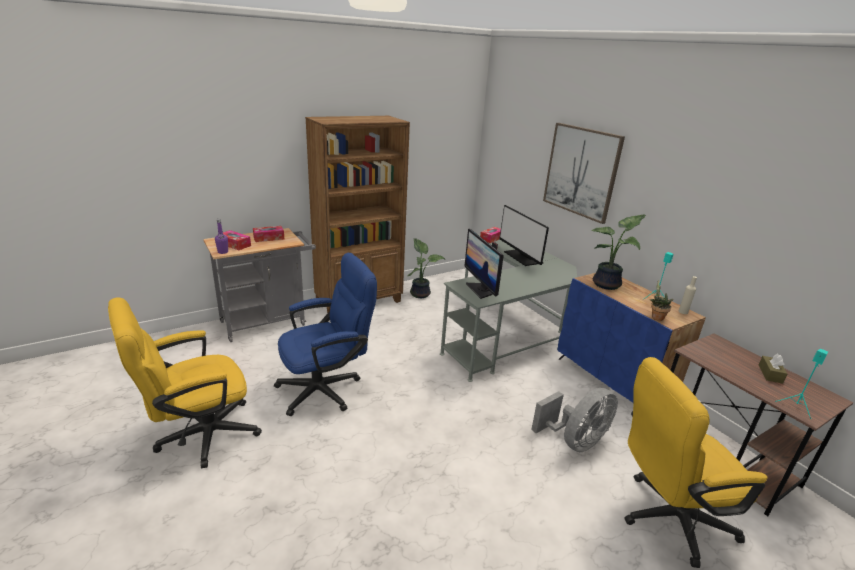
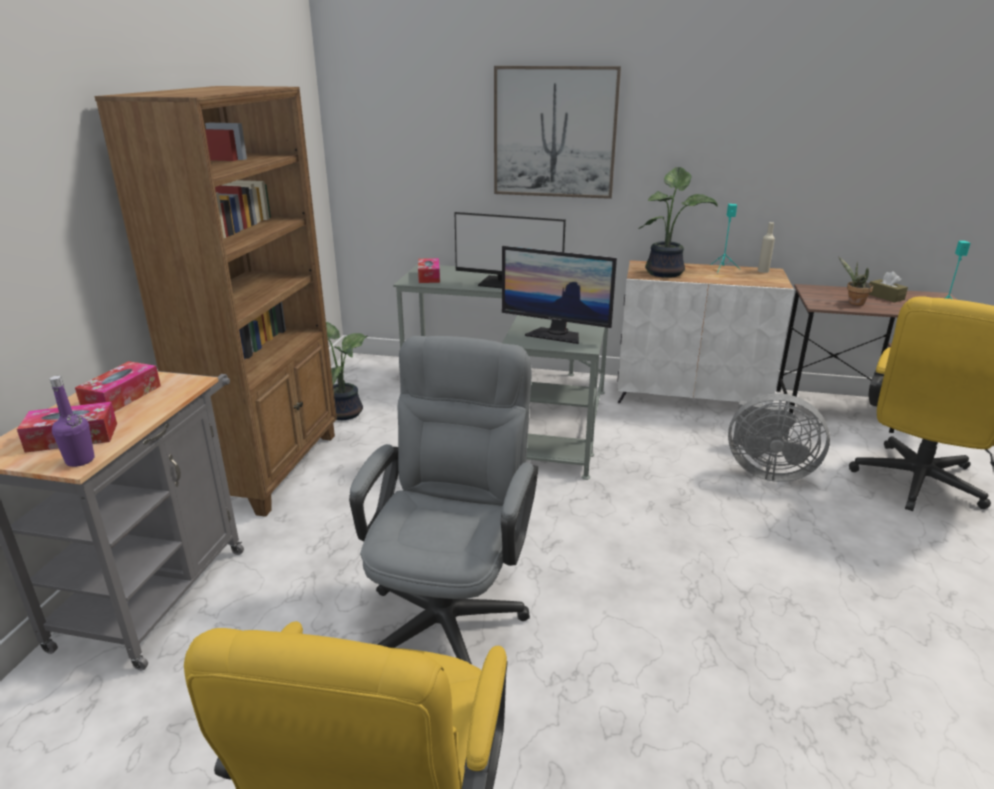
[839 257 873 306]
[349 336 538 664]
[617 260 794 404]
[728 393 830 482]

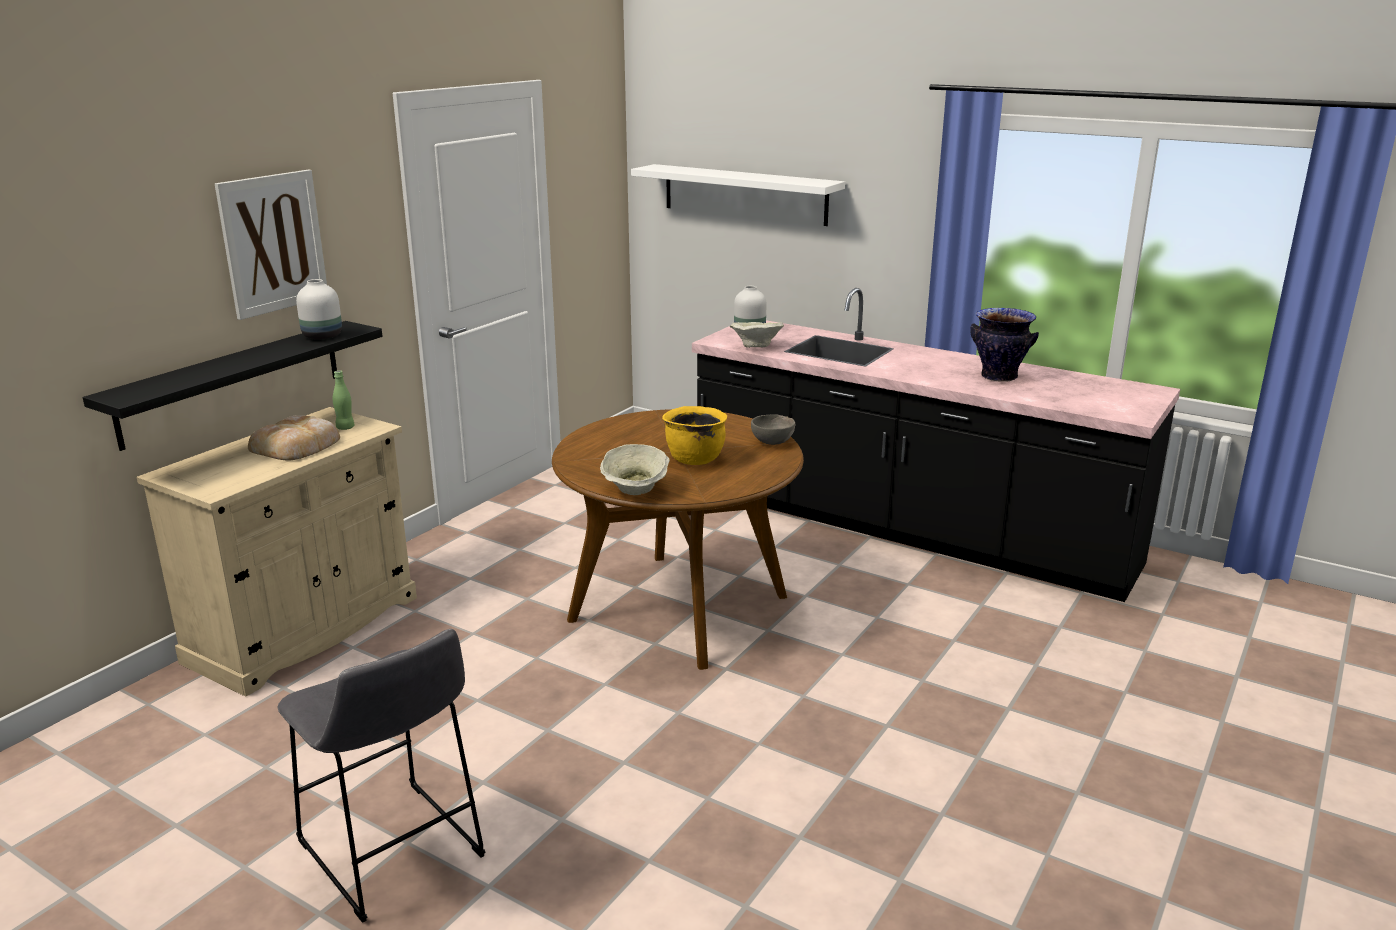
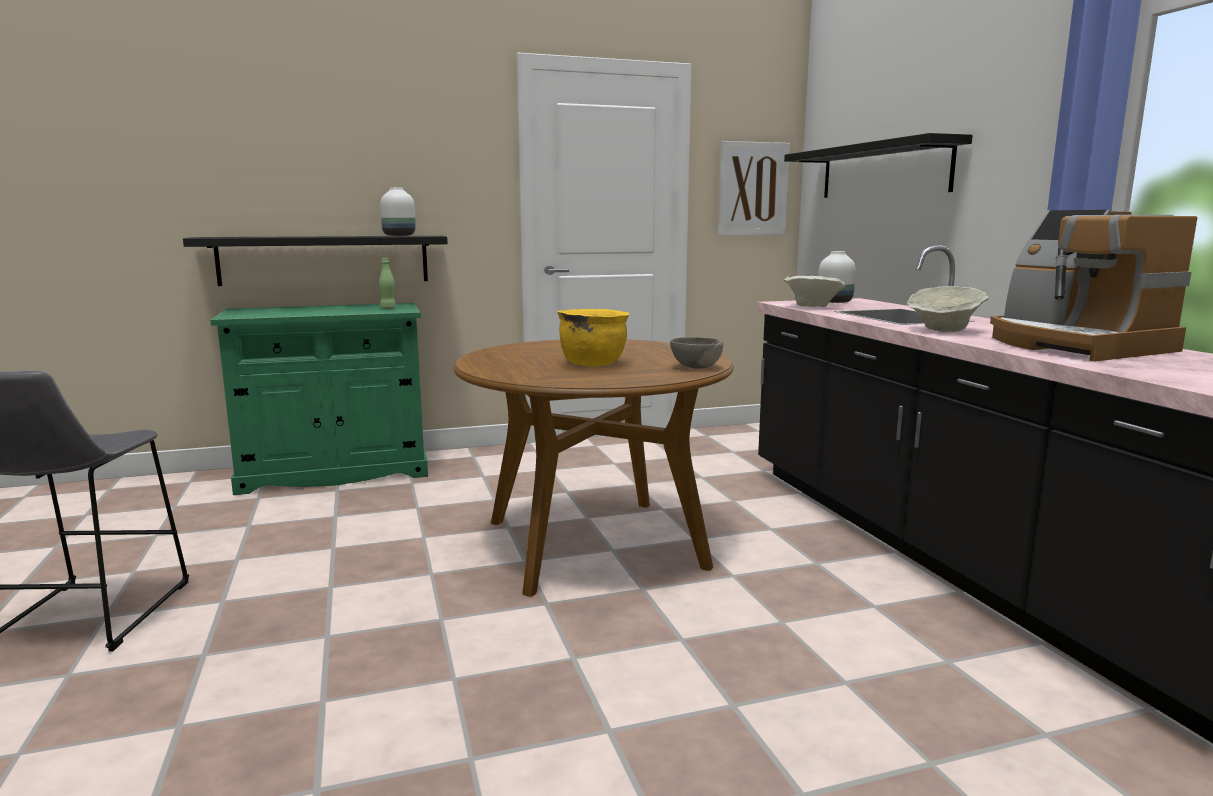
[248 415 340 461] (first image)
[718 141 790 235]
[907 286 989 332]
[990 210 1197 362]
[210 303 428 495]
[784 133 973 198]

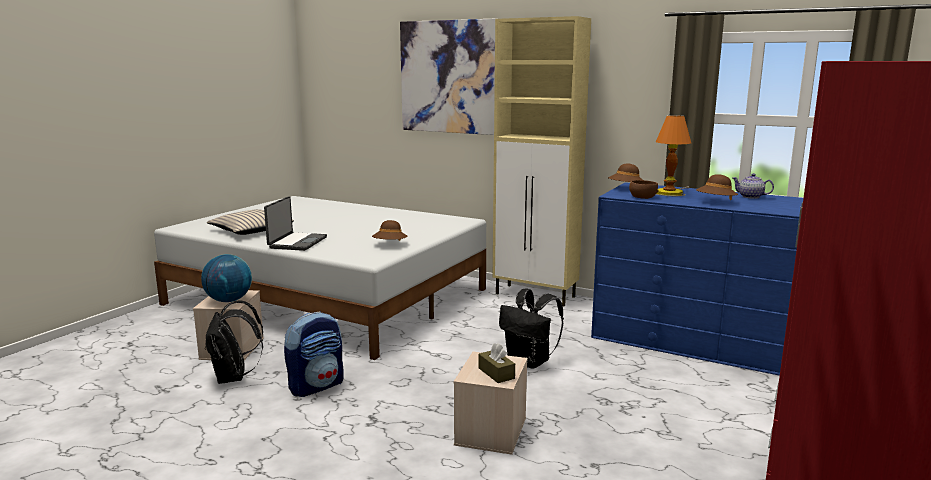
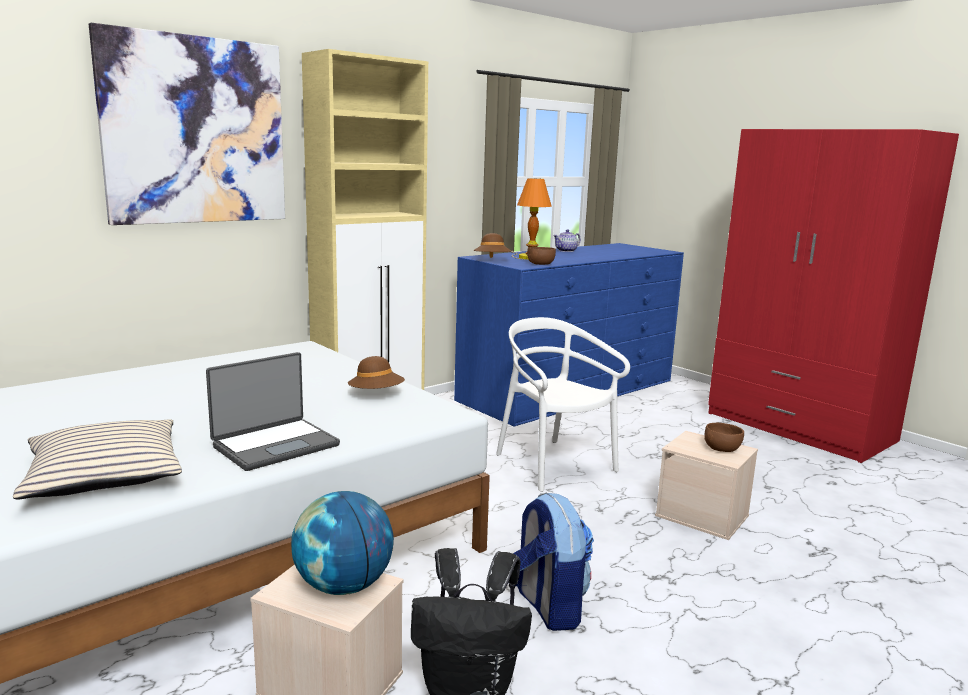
[696 174 738 200] (first image)
[705 423 744 452]
[496 317 630 492]
[206 352 340 471]

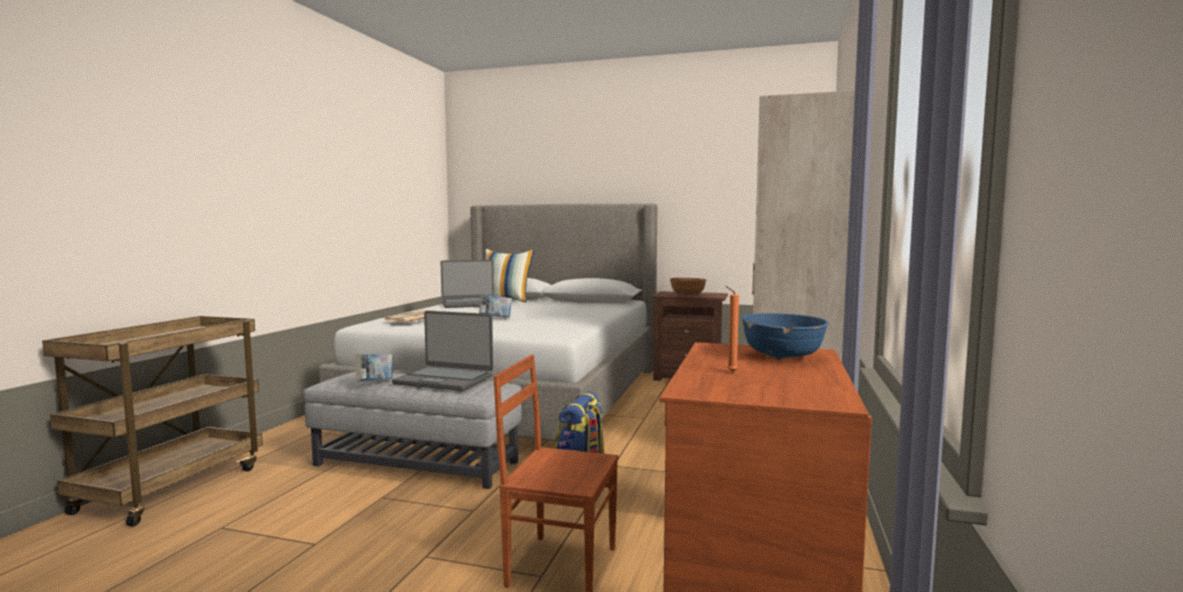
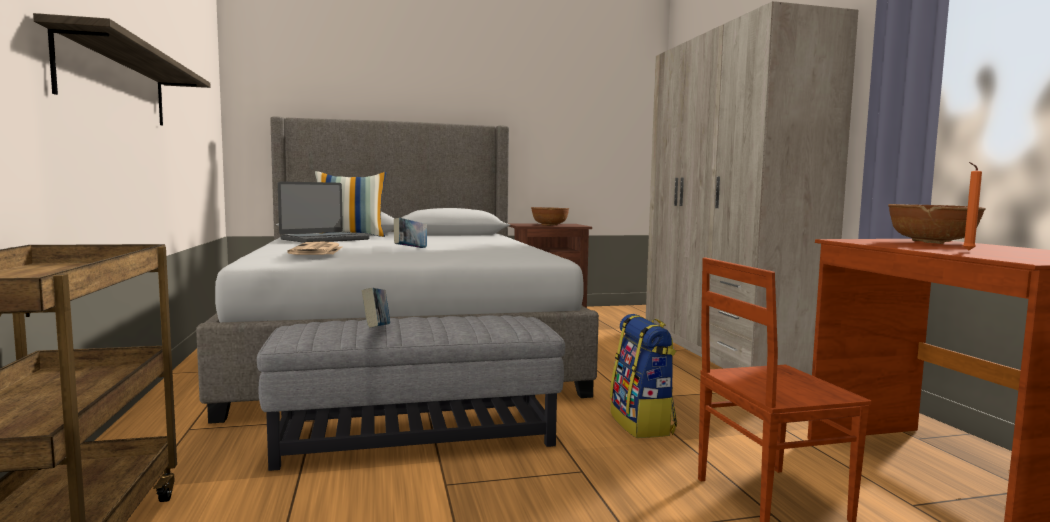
[392 311 493 391] (first image)
[33 13 211 126]
[888 204 986 244]

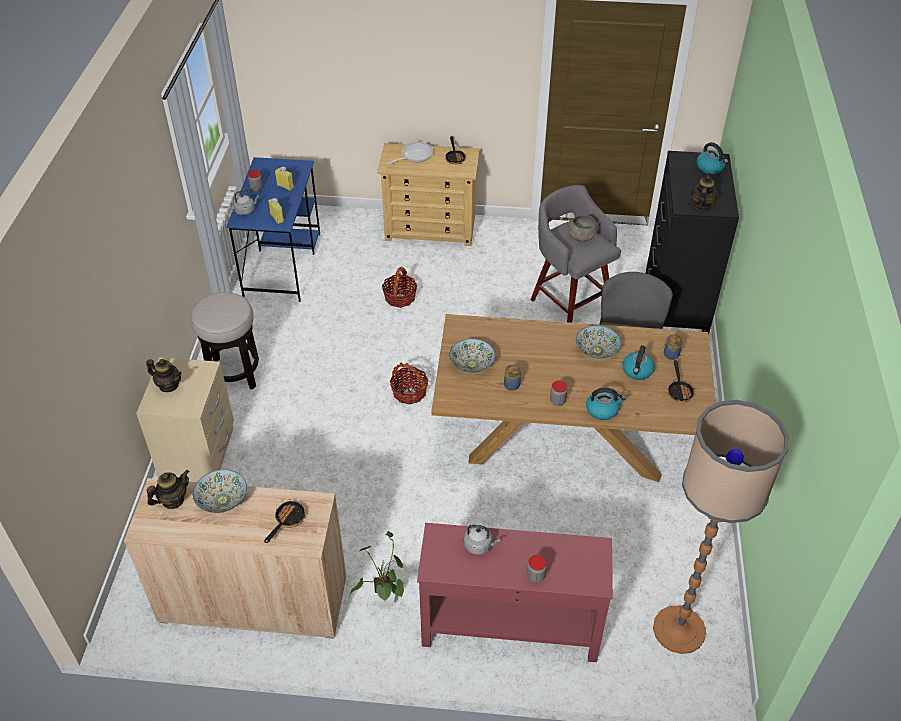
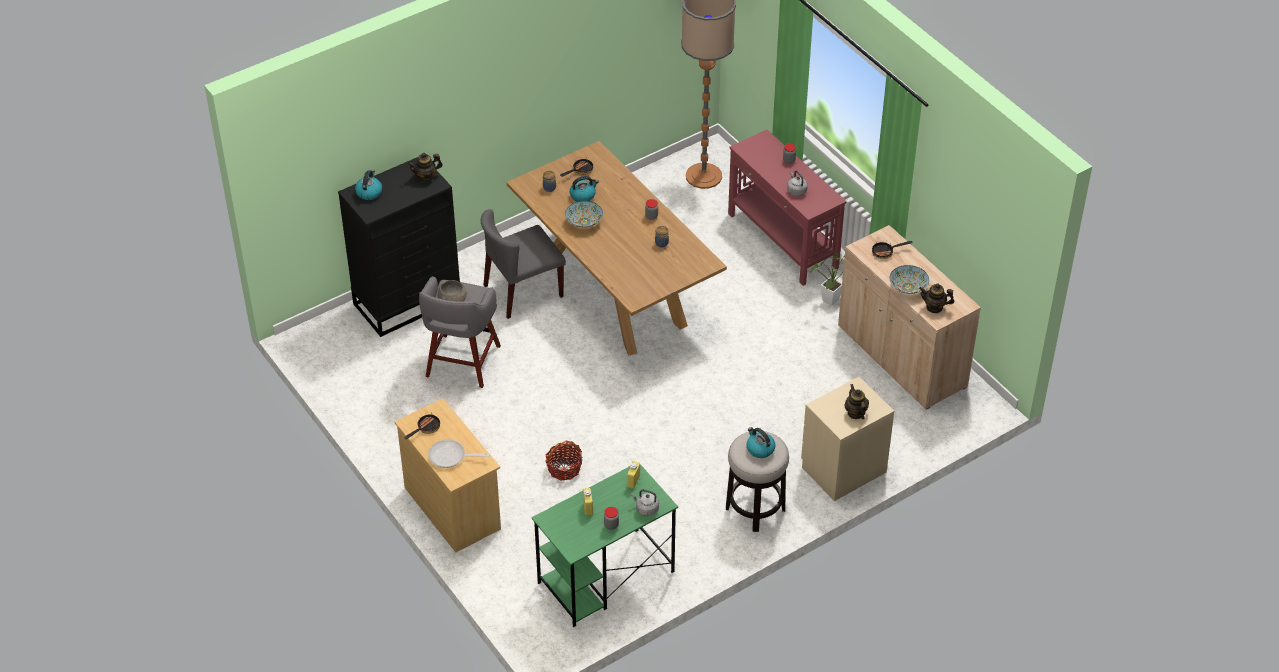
[390 363 428 404] (first image)
[449 339 495 373] (first image)
[746 427 776 458]
[532 464 678 627]

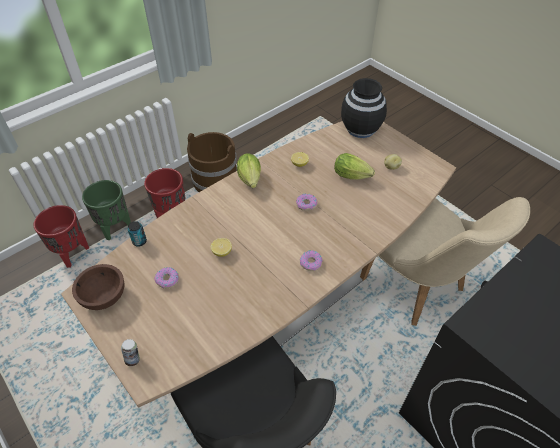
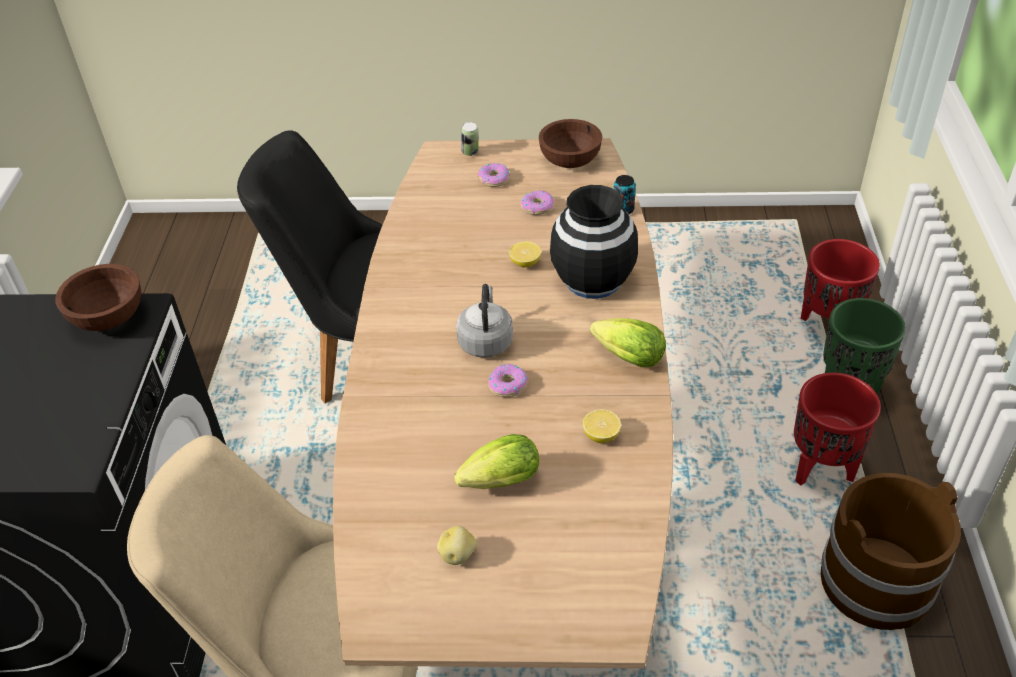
[55 264 141 331]
[456 284 513 358]
[478 163 510 187]
[550 185 638 299]

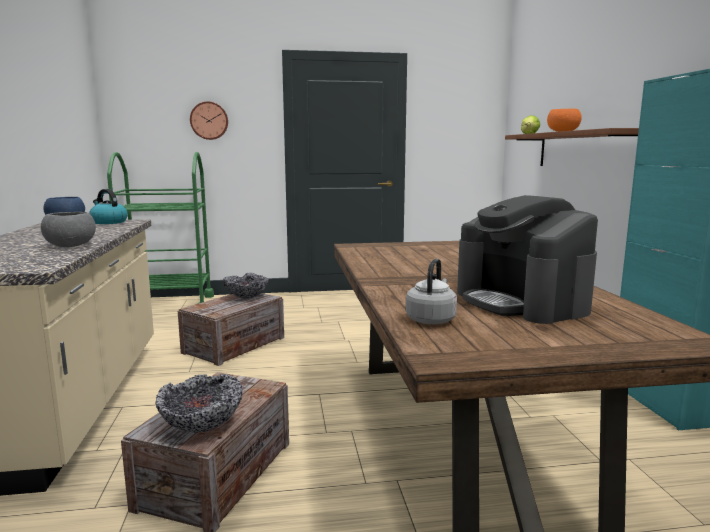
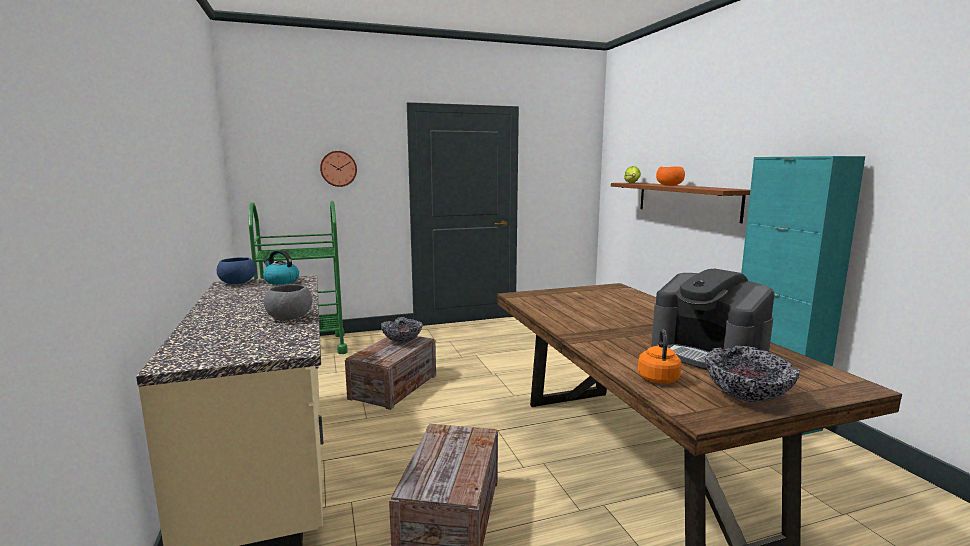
[705 346 800 402]
[638 330 681 384]

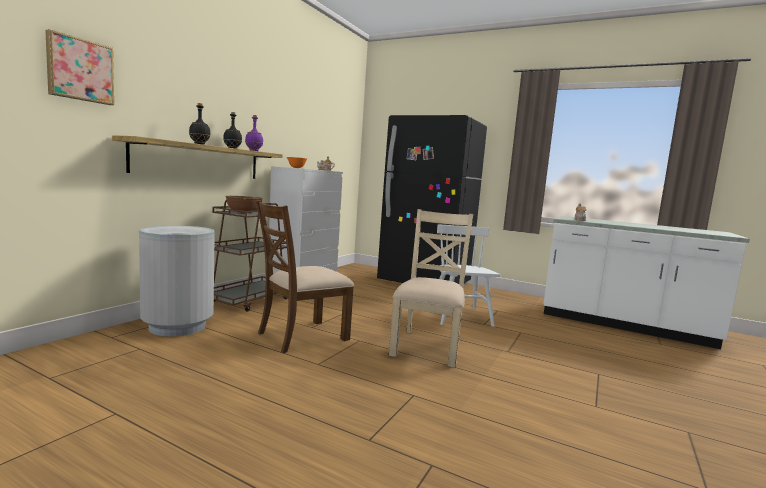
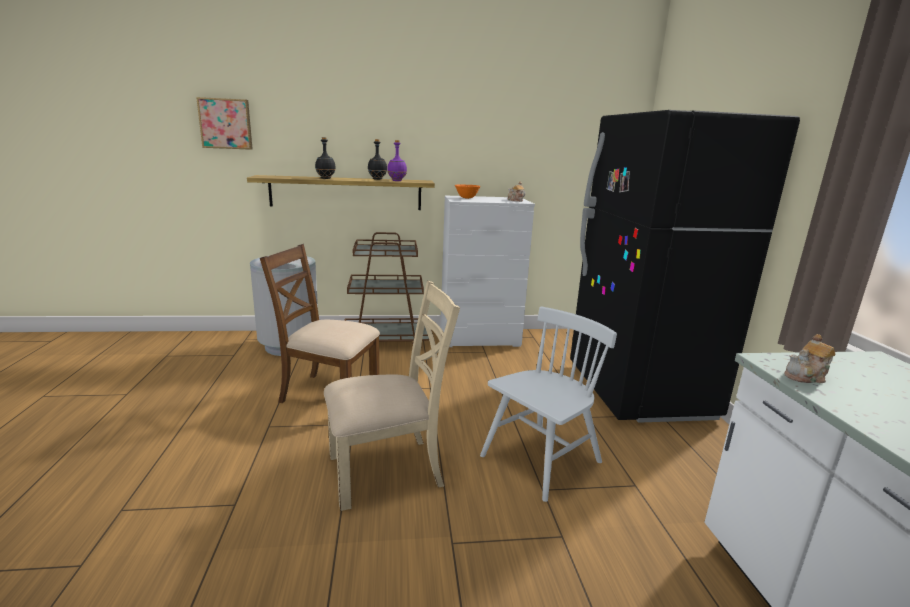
[225 196 263 214] (first image)

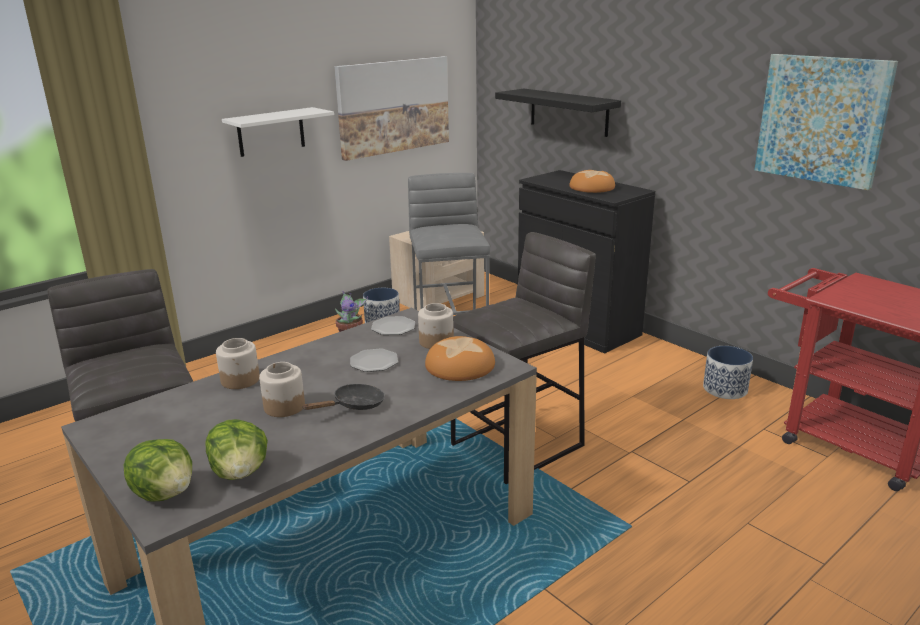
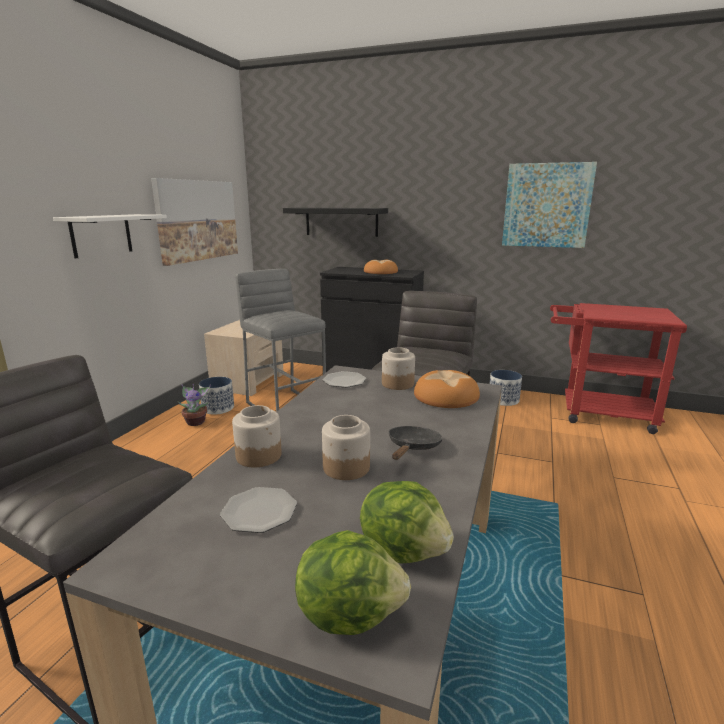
[220 487 297 533]

